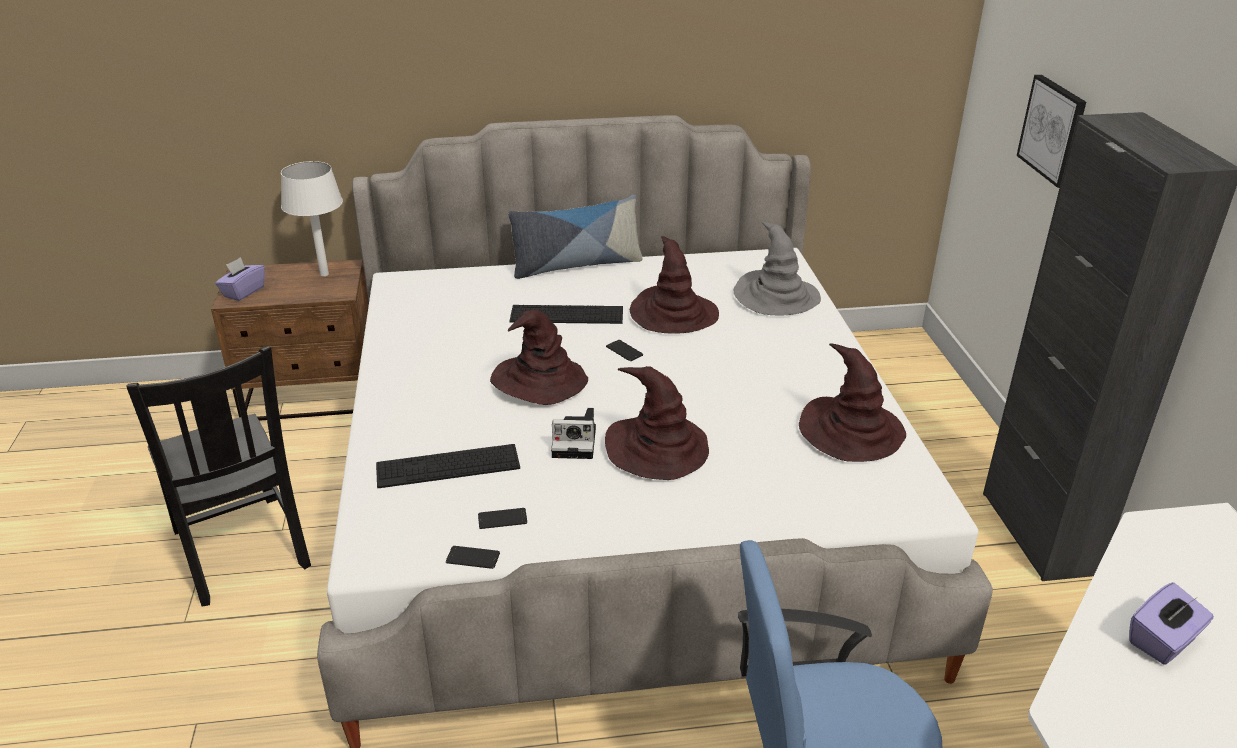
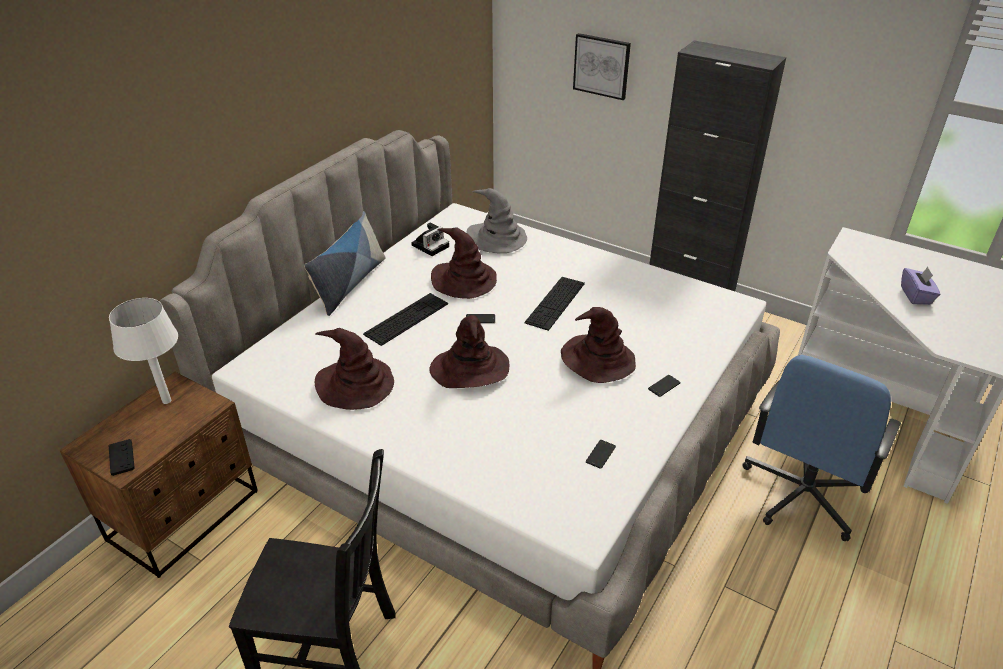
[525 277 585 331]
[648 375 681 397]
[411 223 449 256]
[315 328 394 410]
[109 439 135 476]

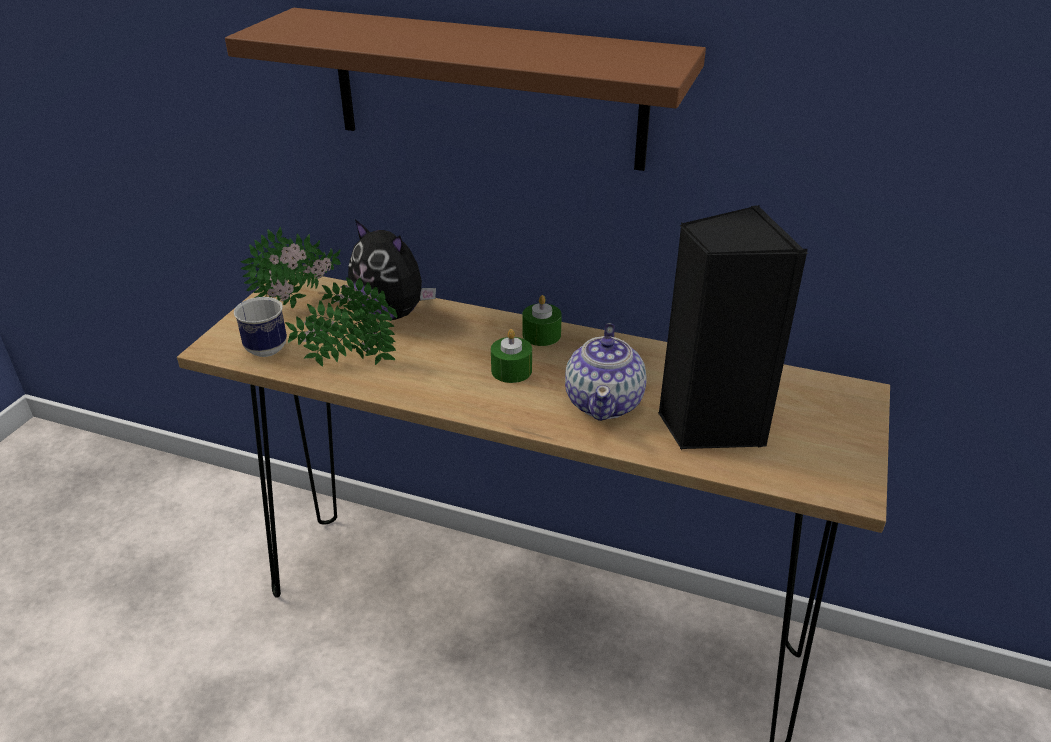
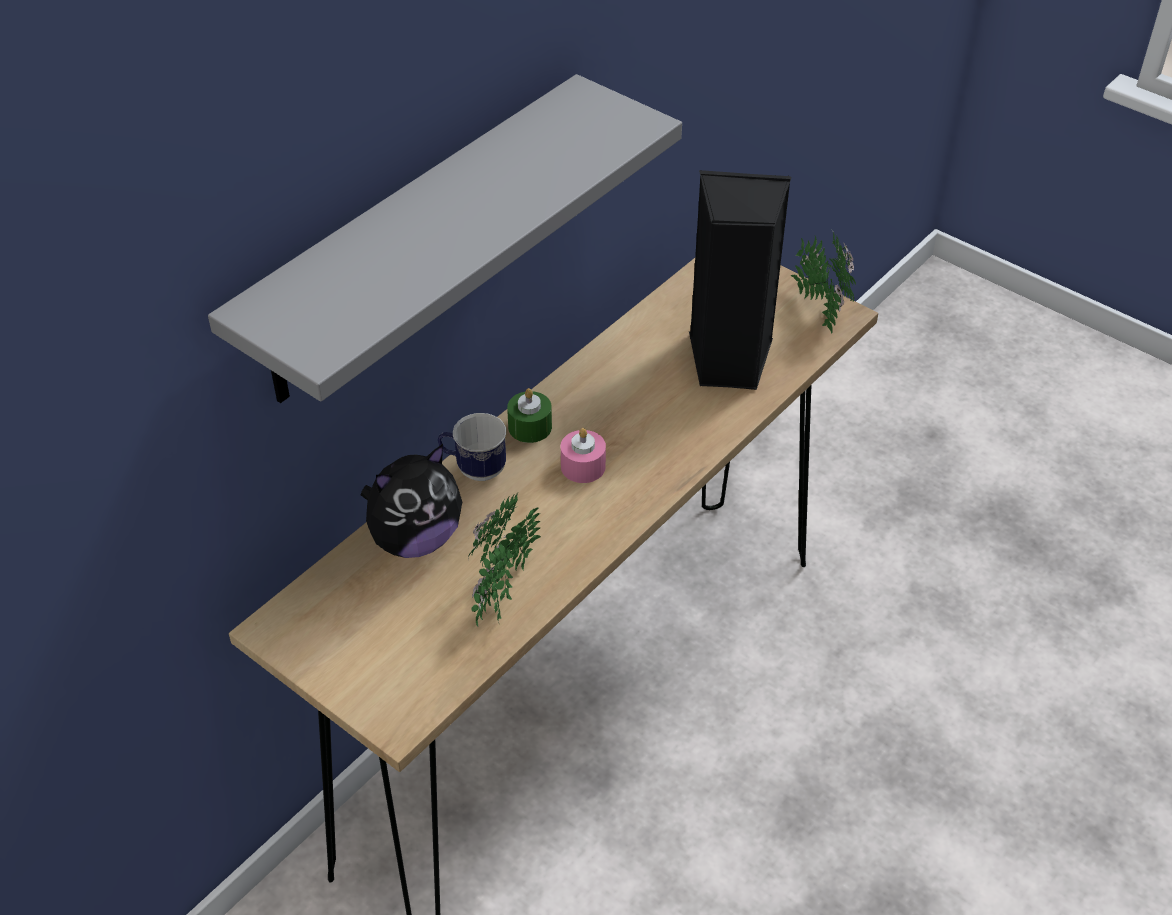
[565 323 647 421] (first image)
[438 413 506 481]
[790 232 856 334]
[208 74 682 403]
[561 428 606 483]

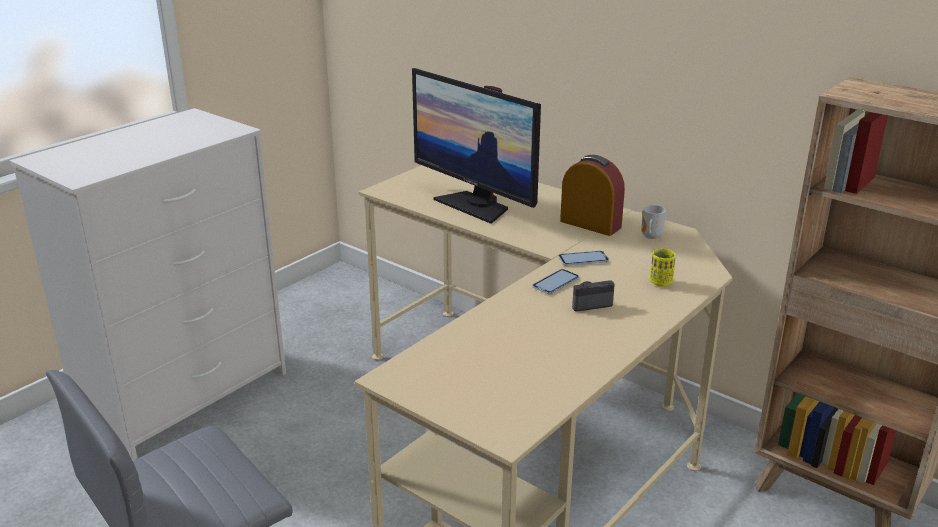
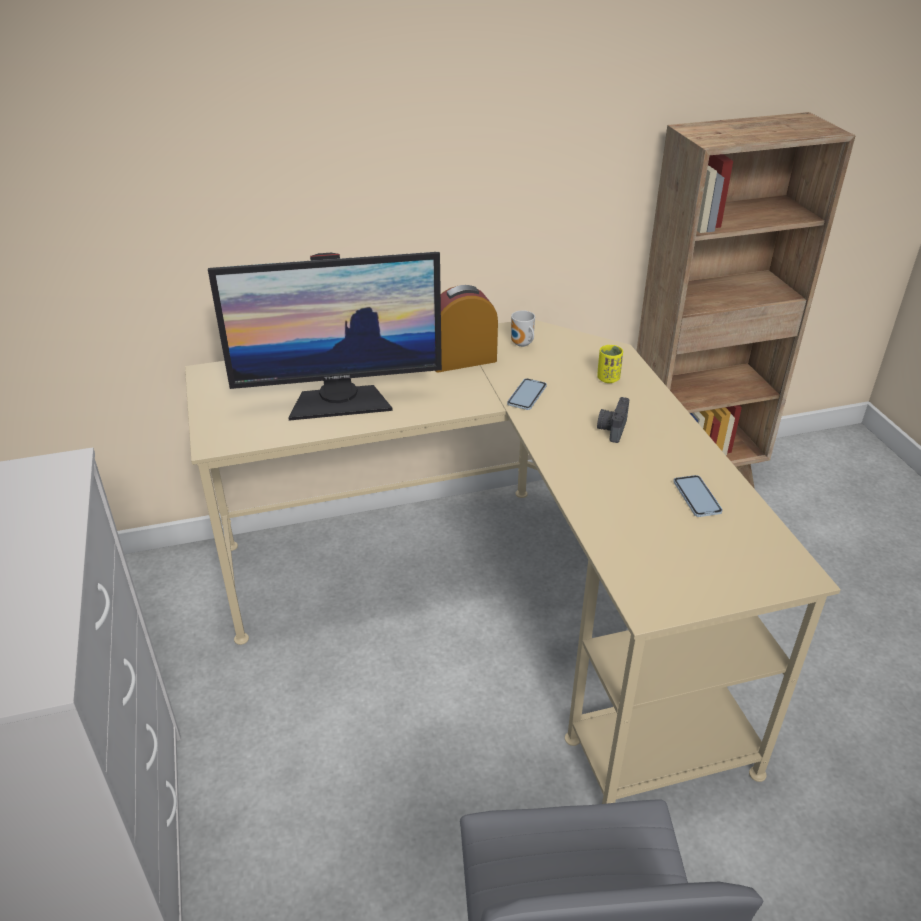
[673 475 723 517]

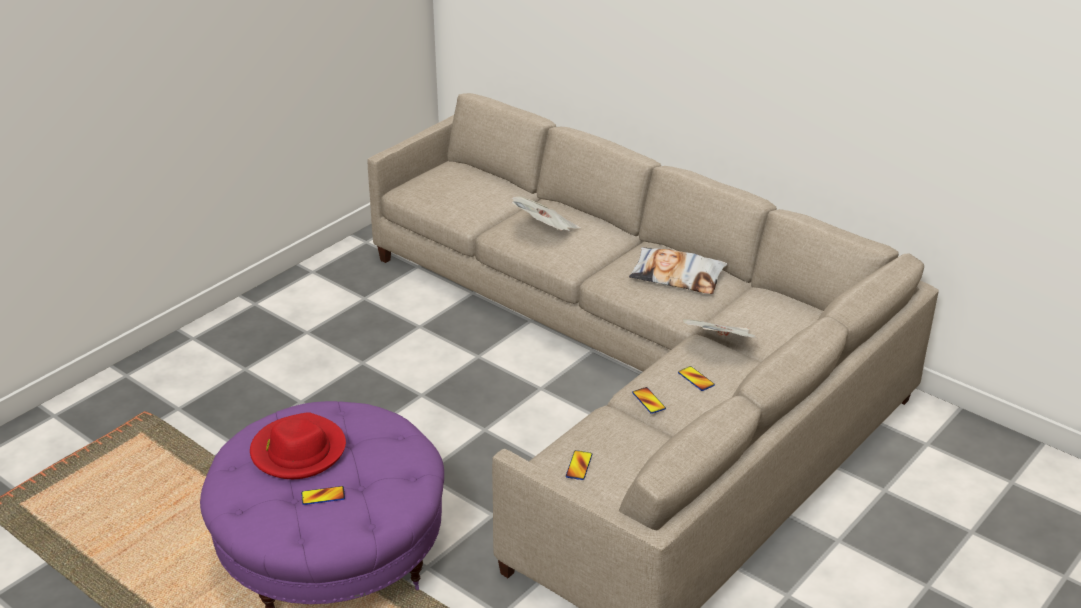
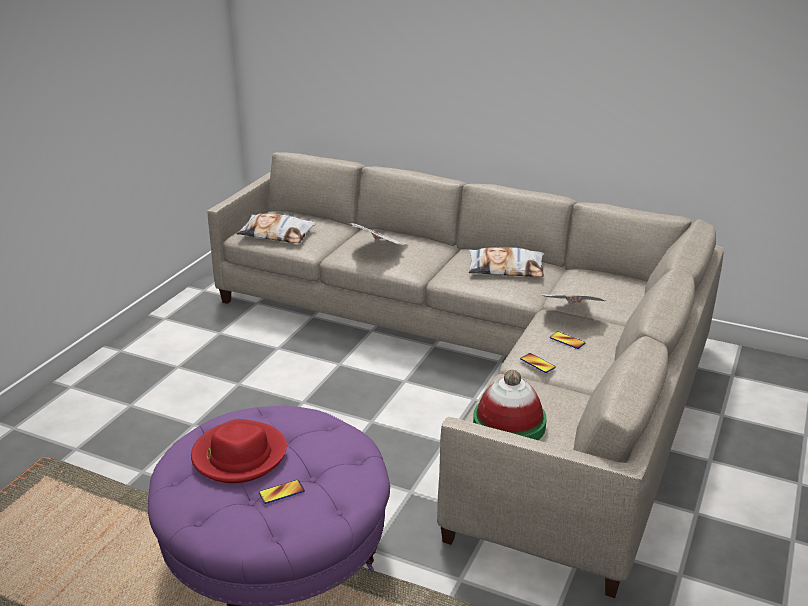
[237 214 316 243]
[473 370 547 440]

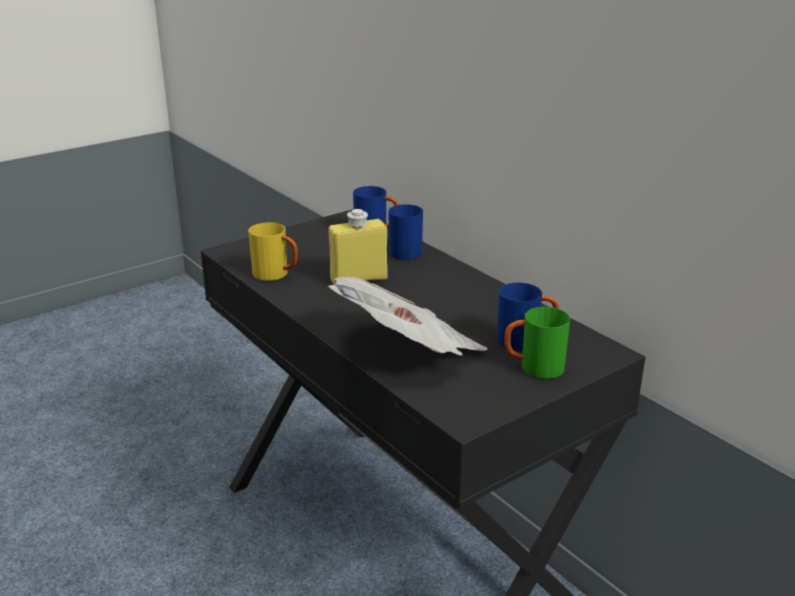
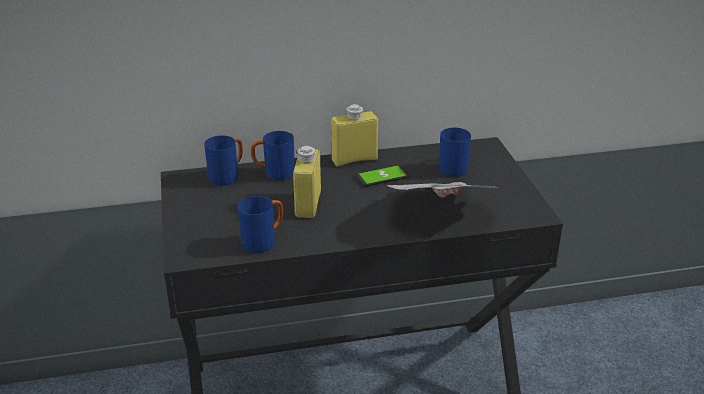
[504 307 570 379] (first image)
[331 104 378 166]
[355 165 410 187]
[238 196 283 253]

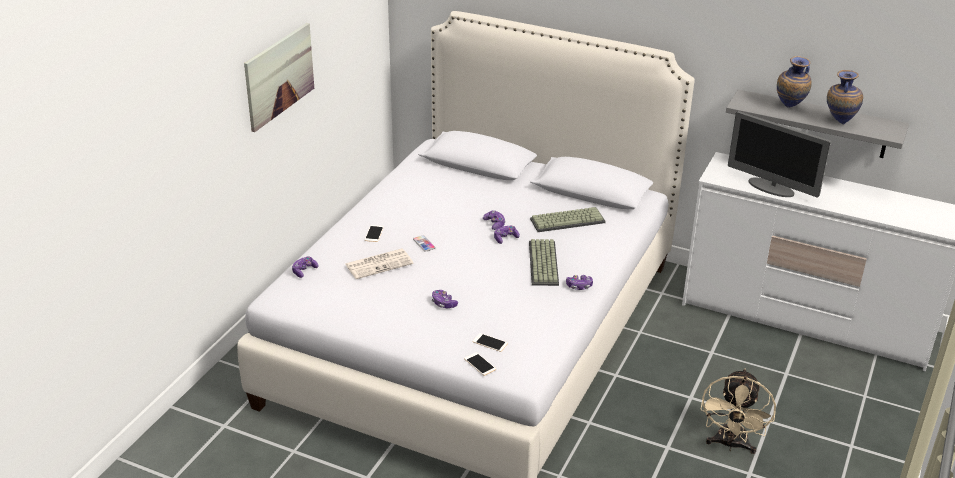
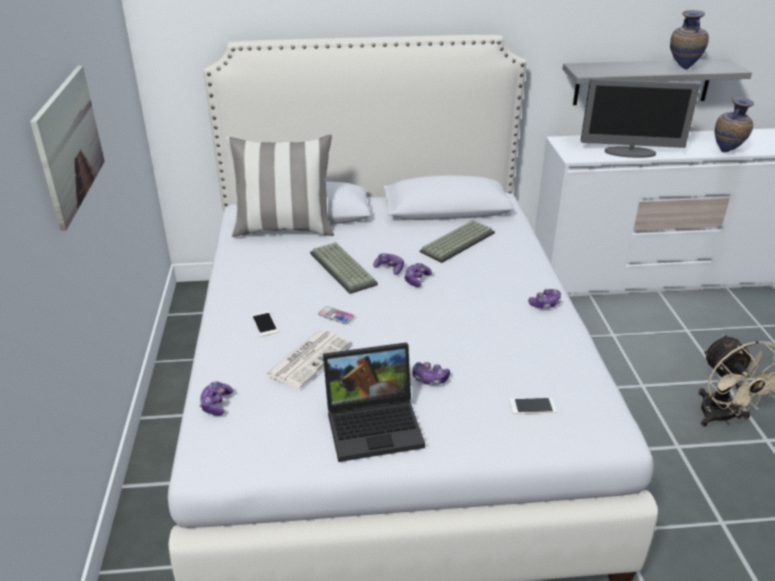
[464 352 496 376] (first image)
[226 135 334 237]
[323 342 425 462]
[310 242 378 294]
[715 97 754 152]

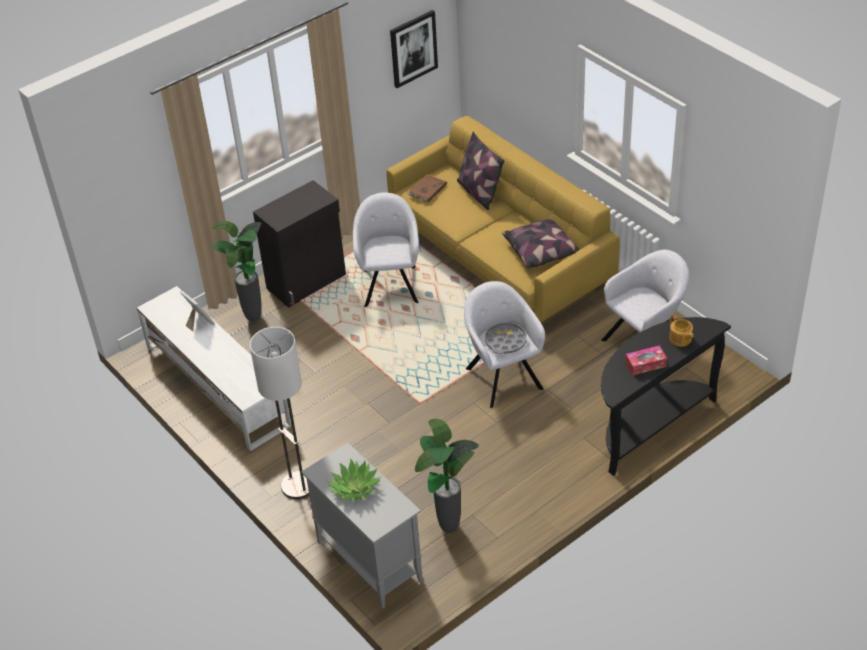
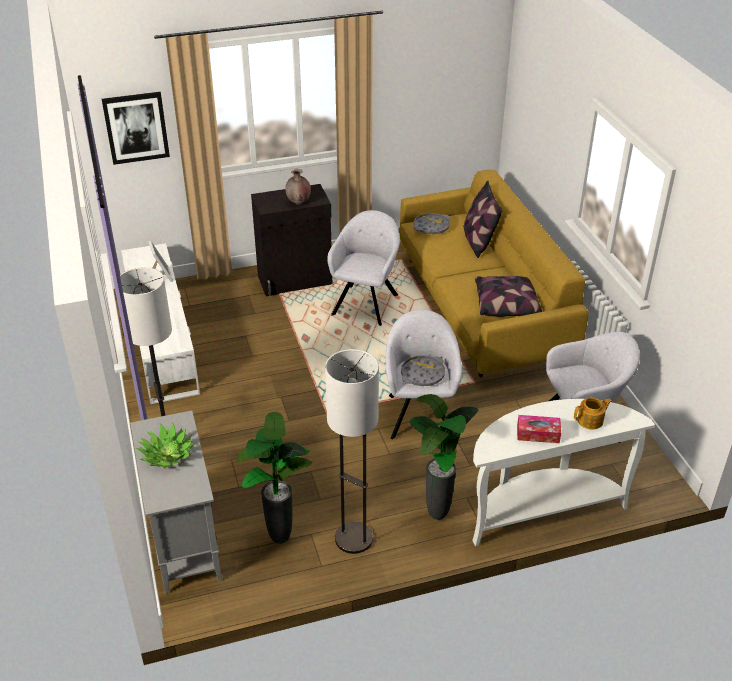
[285 169 311 204]
[325 349 379 554]
[410 394 478 520]
[102 92 170 165]
[413 213 451 234]
[472 399 655 546]
[574 398 612 429]

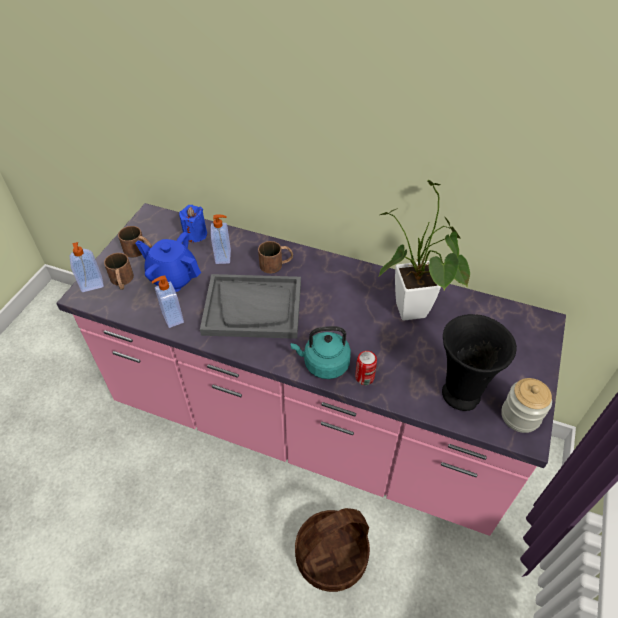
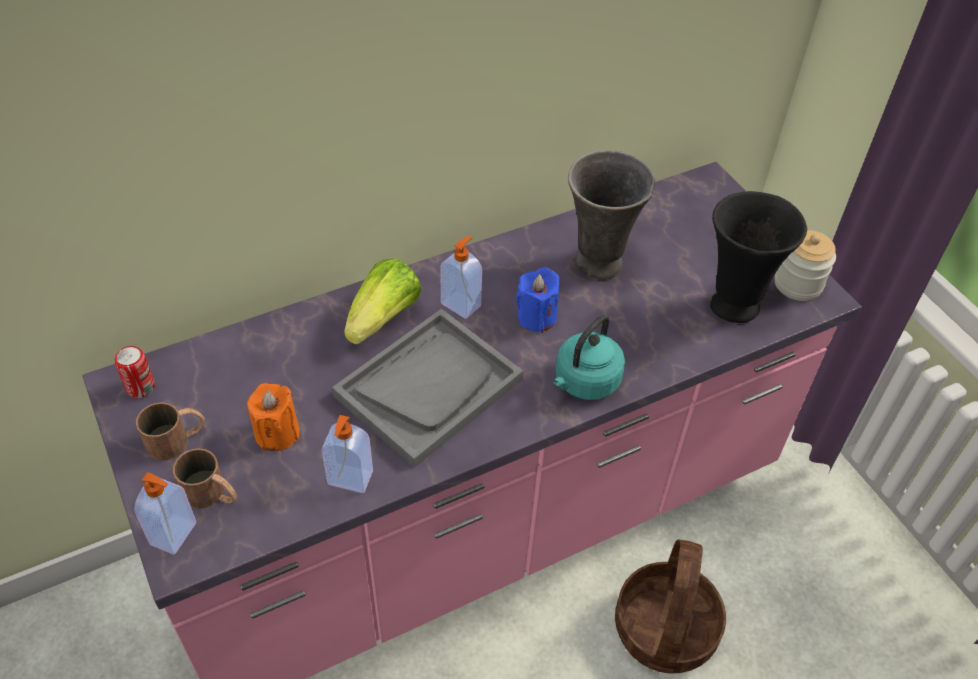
[516 267 560 333]
[440 236 482 319]
[115 346 155 398]
[247 383 300 451]
[344 259 421 345]
[568 150 655 280]

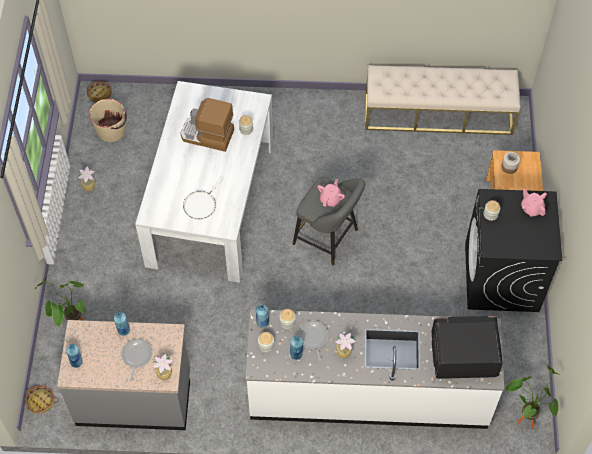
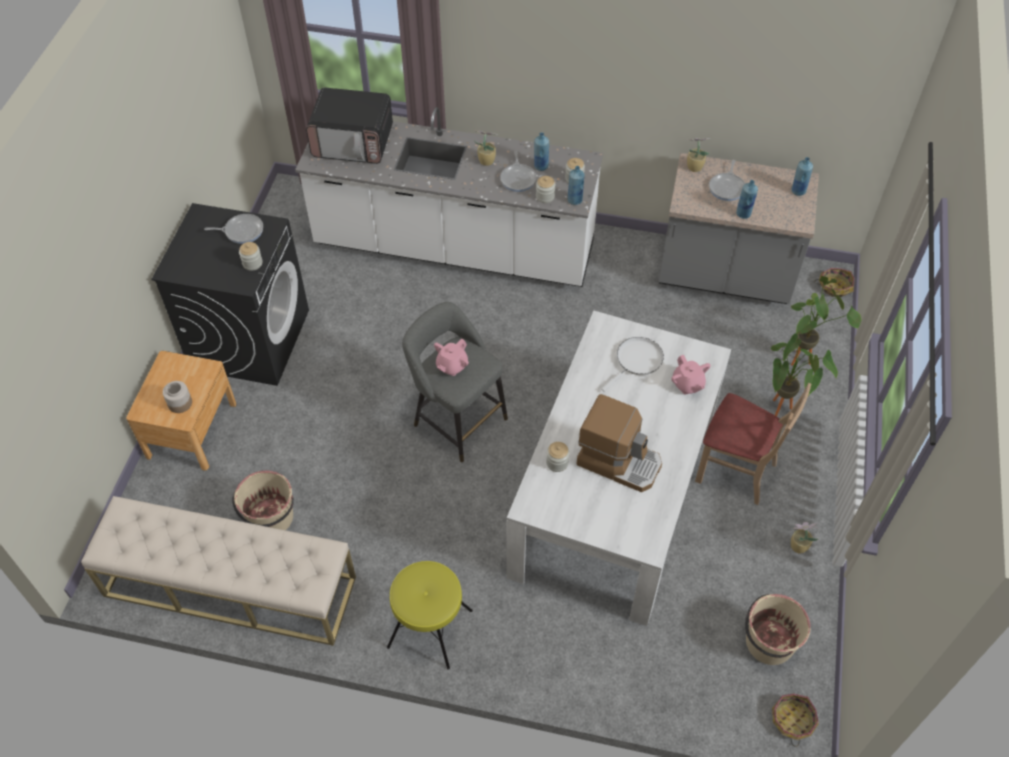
[204 214 263 244]
[232 471 293 530]
[387 561 473 670]
[695 383 811 505]
[771 333 838 416]
[671 355 711 394]

